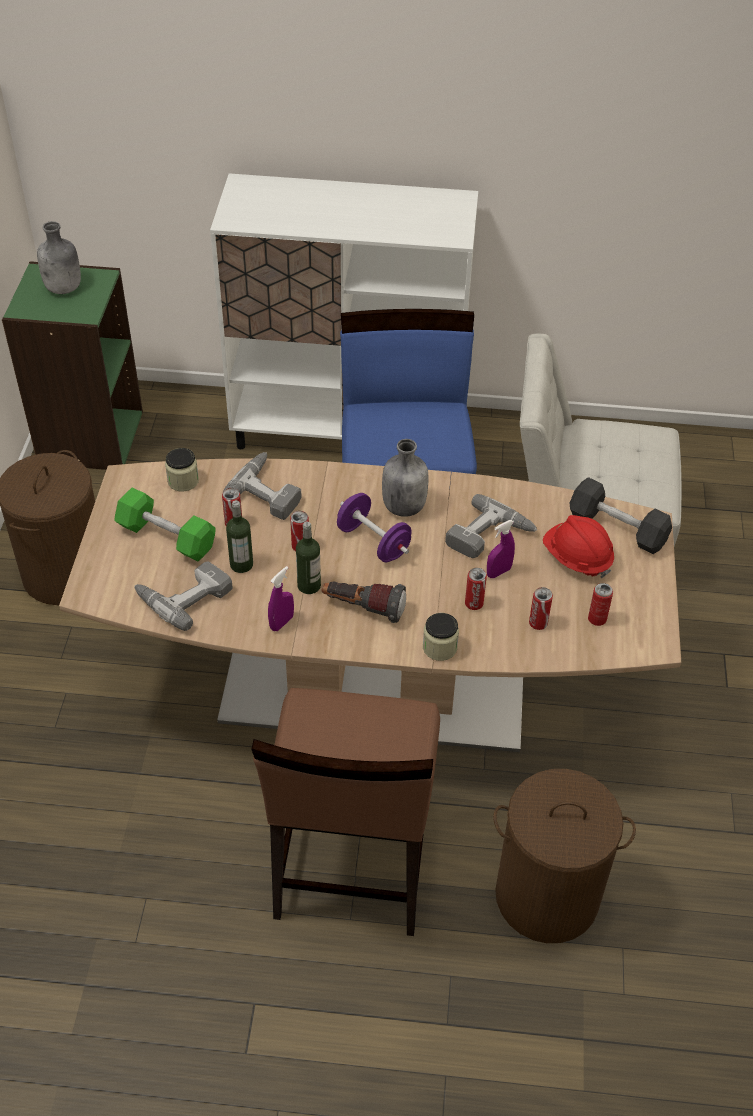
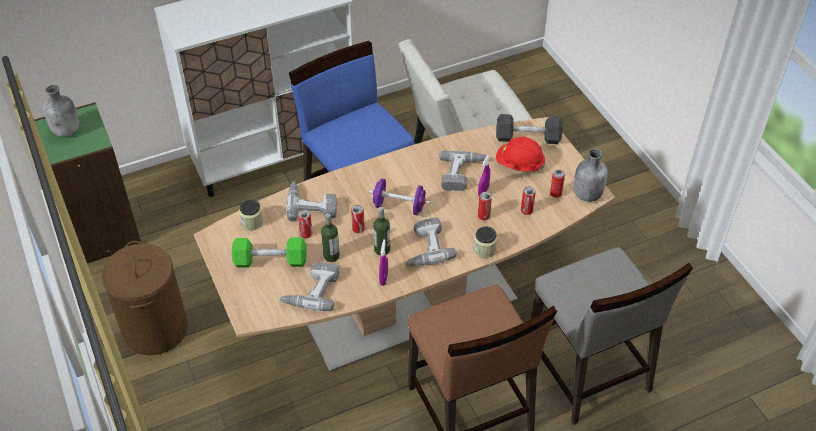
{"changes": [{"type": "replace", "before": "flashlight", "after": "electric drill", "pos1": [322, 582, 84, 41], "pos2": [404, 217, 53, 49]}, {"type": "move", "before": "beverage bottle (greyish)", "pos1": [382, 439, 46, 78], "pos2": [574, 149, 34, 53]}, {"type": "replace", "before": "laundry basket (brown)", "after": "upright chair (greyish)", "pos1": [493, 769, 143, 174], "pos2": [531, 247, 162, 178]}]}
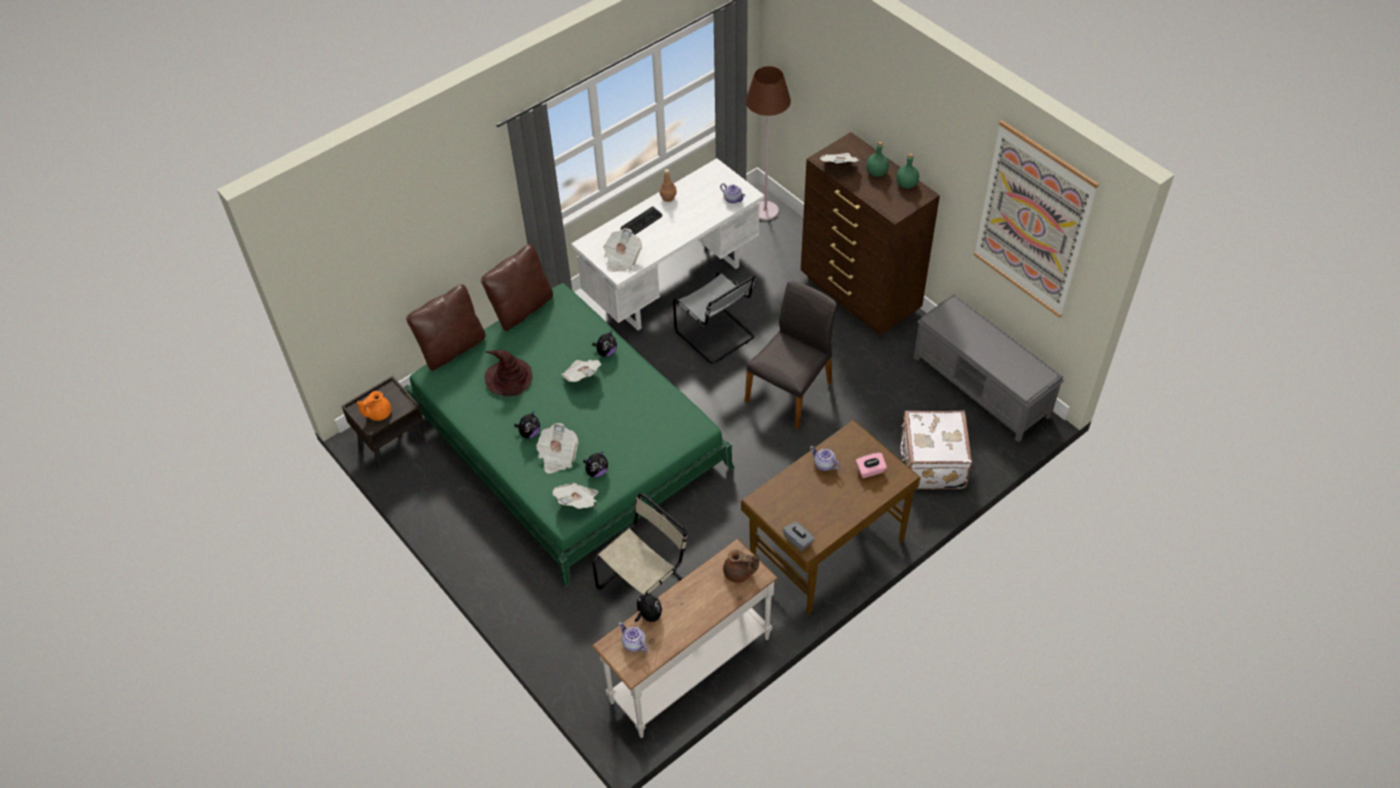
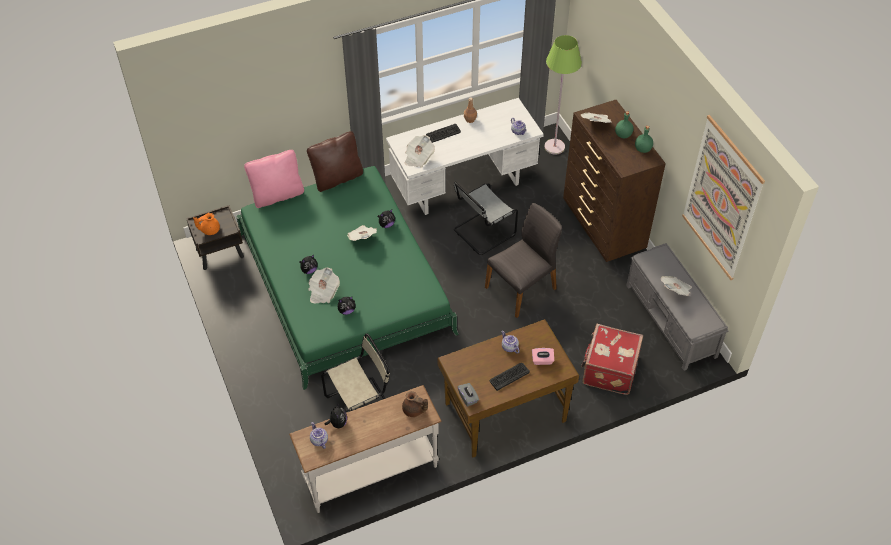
{"changes": [{"type": "recolor", "before": "throw pillow (brown)", "after": "throw pillow (pinkish)", "pos1": [406, 284, 80, 87], "pos2": [244, 150, 60, 58]}, {"type": "delete", "before": "wearable hat (brown)", "pos1": [485, 349, 48, 47]}, {"type": "move", "before": "newspaper", "pos1": [553, 483, 46, 26], "pos2": [661, 276, 31, 20]}, {"type": "rotate", "before": "upright chair (greyish)", "pos1": [673, 272, 83, 92], "pos2": [454, 182, 64, 73], "turn": 75}, {"type": "recolor", "before": "standing lamp (brown)", "after": "standing lamp (green-coloured)", "pos1": [746, 66, 45, 155], "pos2": [545, 35, 37, 120]}, {"type": "recolor", "before": "travel case (white-coloured)", "after": "travel case (red-coloured)", "pos1": [900, 411, 72, 78], "pos2": [581, 324, 62, 71]}, {"type": "insert", "after": "computer keyboard", "pos2": [490, 363, 40, 28]}]}
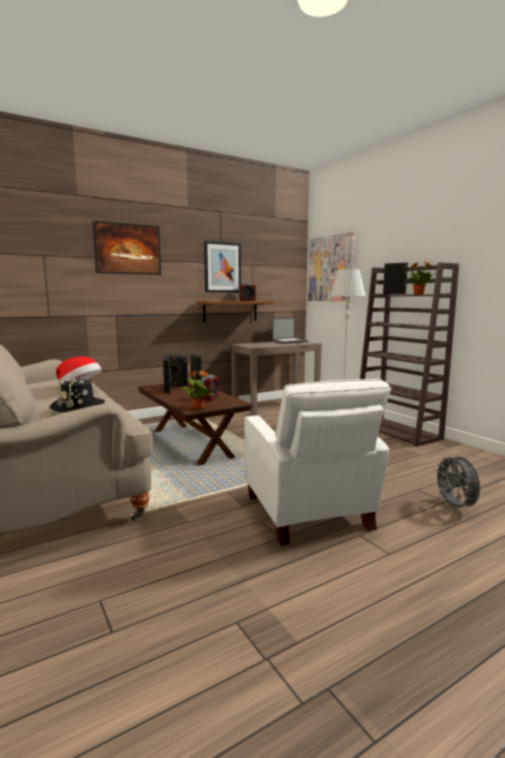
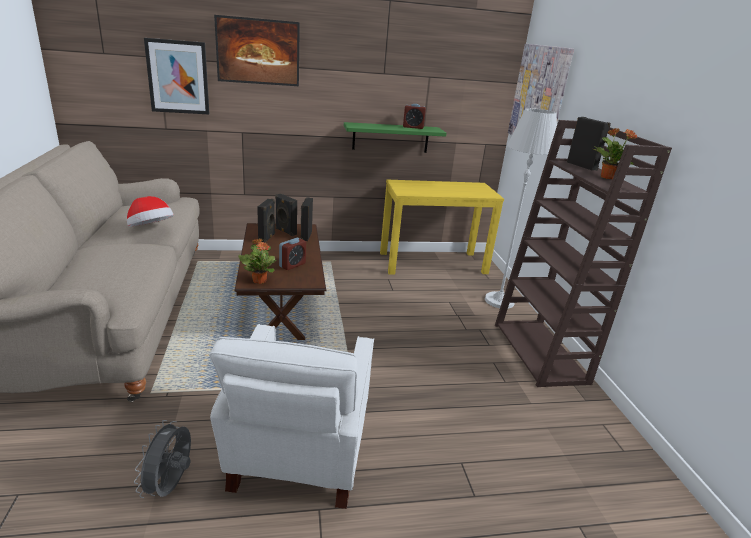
{"changes": [{"type": "delete", "before": "wearable hat (black-coloured)", "pos1": [50, 377, 55, 35]}, {"type": "recolor", "before": "bracket shelf (brown)", "after": "bracket shelf (green-coloured)", "pos1": [196, 301, 78, 22], "pos2": [344, 122, 103, 31]}, {"type": "move", "before": "wall picture", "pos1": [204, 241, 37, 52], "pos2": [144, 38, 65, 76]}, {"type": "recolor", "before": "console table (brown)", "after": "console table (yellowish)", "pos1": [231, 341, 91, 74], "pos2": [380, 179, 124, 95]}, {"type": "delete", "before": "portable computer", "pos1": [272, 318, 36, 26]}, {"type": "move", "before": "cooling fan (greyish)", "pos1": [433, 454, 47, 58], "pos2": [134, 420, 57, 78]}]}
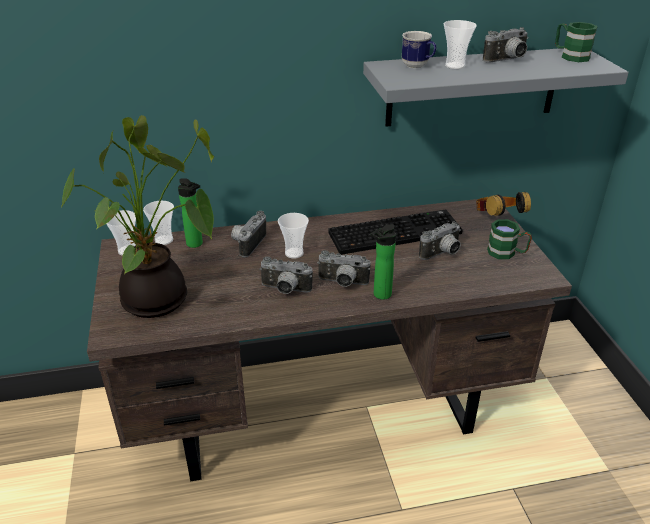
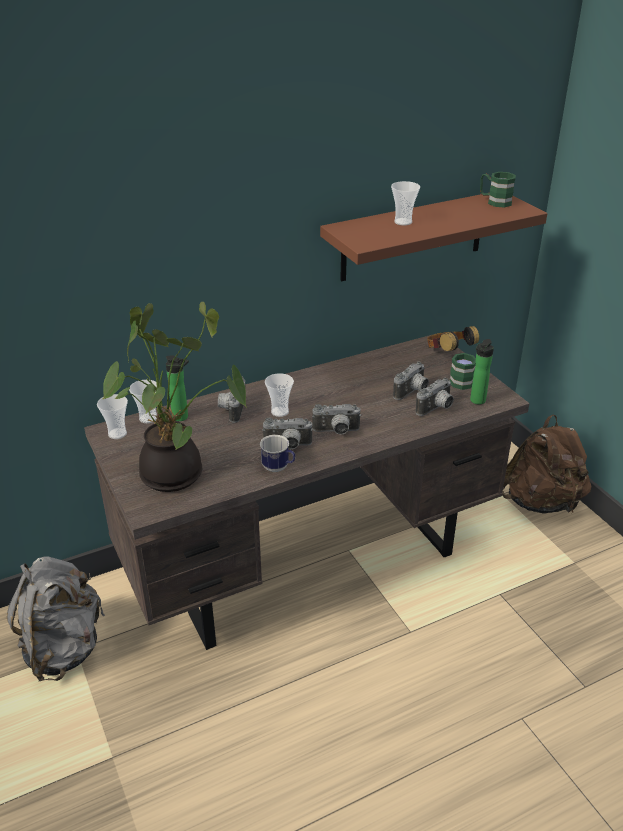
{"changes": [{"type": "delete", "before": "computer keyboard", "pos1": [328, 210, 135, 45]}, {"type": "recolor", "before": "bracket shelf (greyish)", "after": "bracket shelf (brown)", "pos1": [363, 48, 266, 79], "pos2": [320, 194, 227, 88]}, {"type": "move", "before": "beverage bottle", "pos1": [371, 224, 25, 76], "pos2": [470, 339, 24, 65]}, {"type": "move", "before": "coffee mug", "pos1": [402, 31, 34, 37], "pos2": [260, 435, 35, 37]}, {"type": "move", "before": "photo camera", "pos1": [483, 27, 46, 36], "pos2": [416, 378, 38, 38]}, {"type": "insert", "after": "backpack (greyish)", "pos2": [7, 557, 98, 124]}, {"type": "insert", "after": "backpack (brown)", "pos2": [502, 415, 90, 99]}]}
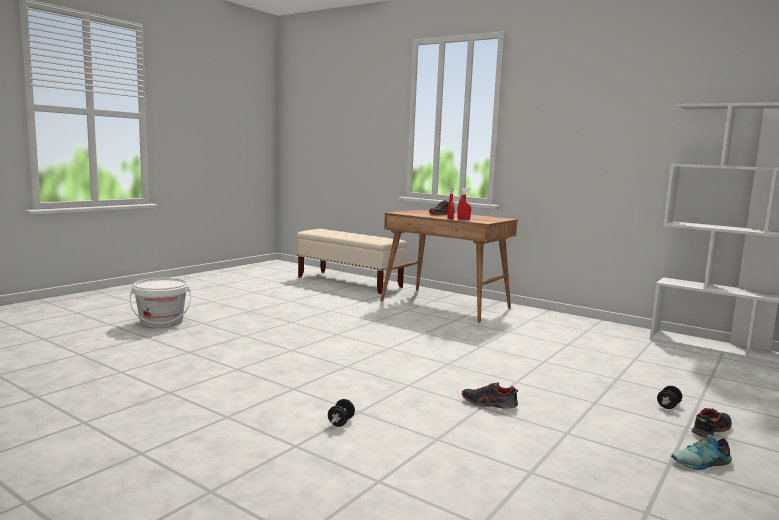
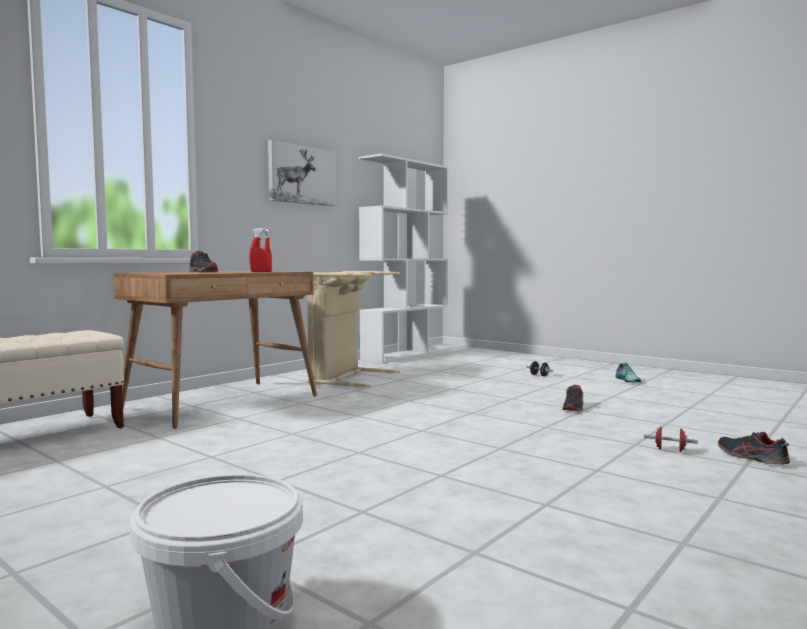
{"changes": [{"type": "recolor", "before": "hand weight (black-coloured)", "after": "hand weight (red-coloured)", "pos1": [328, 399, 27, 28], "pos2": [644, 427, 54, 25]}, {"type": "move", "before": "low shoe", "pos1": [692, 408, 40, 30], "pos2": [718, 432, 72, 33]}, {"type": "insert", "after": "wall picture", "pos2": [268, 140, 68, 66]}, {"type": "insert", "after": "laundry basket (beige)", "pos2": [307, 271, 93, 116]}]}
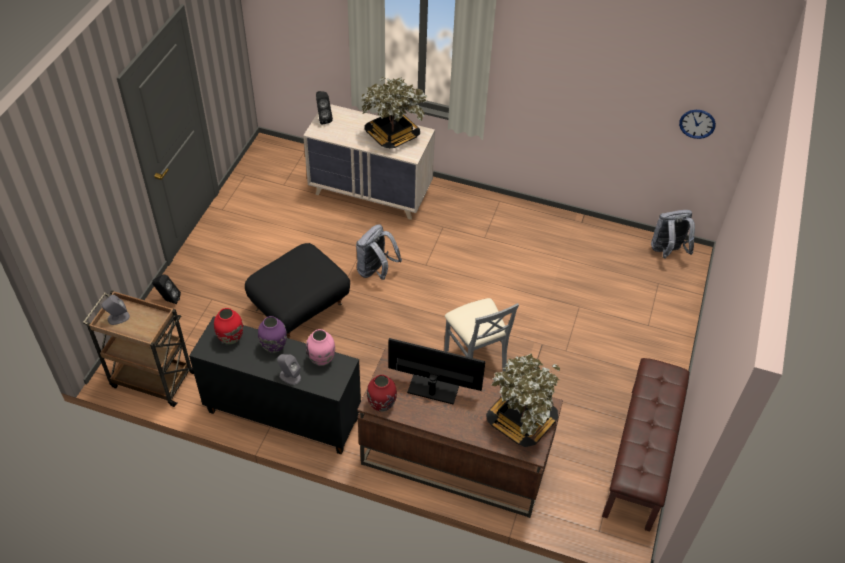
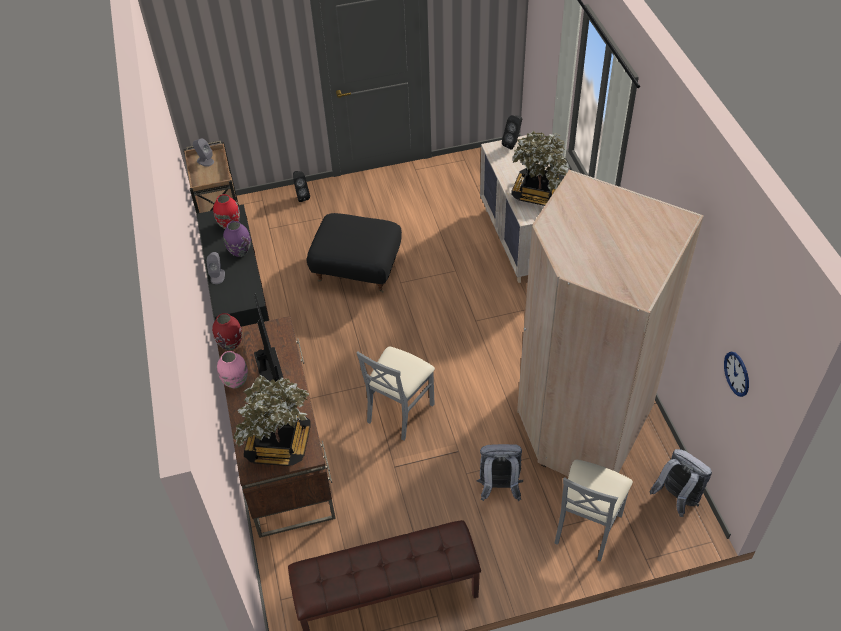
{"changes": [{"type": "move", "before": "decorative vase (pinkish)", "pos1": [306, 329, 29, 37], "pos2": [217, 351, 31, 37]}, {"type": "move", "before": "backpack (greyish)", "pos1": [356, 225, 46, 55], "pos2": [476, 444, 47, 57]}, {"type": "insert", "after": "clothes cupboard (beige)", "pos2": [517, 170, 187, 307]}, {"type": "insert", "after": "upright chair (greyish)", "pos2": [554, 460, 79, 102]}]}
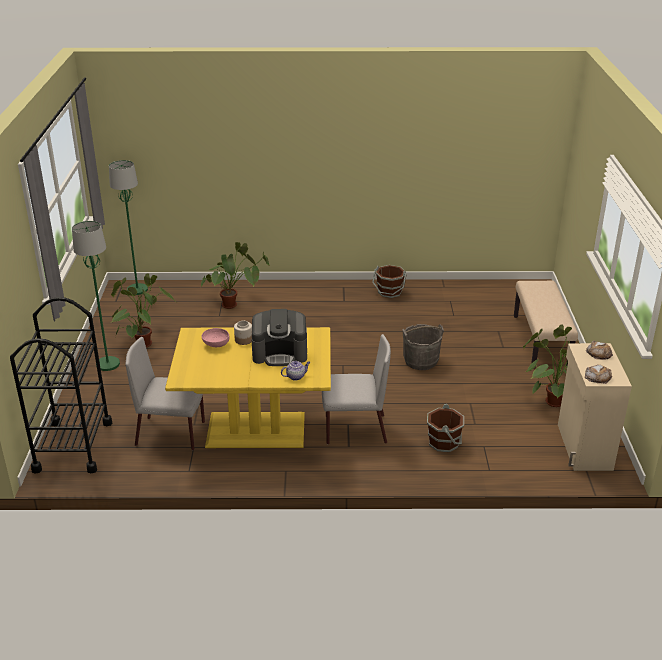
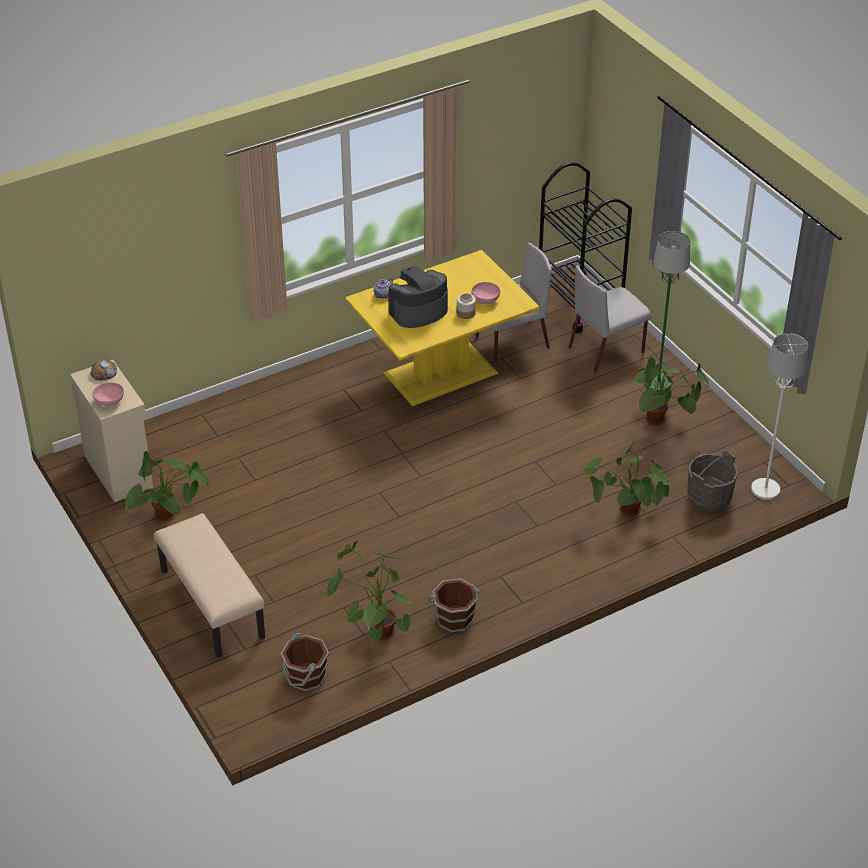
{"changes": [{"type": "recolor", "before": "standing lamp (green-coloured)", "after": "standing lamp (white-coloured)", "pos1": [109, 160, 39, 135], "pos2": [751, 333, 57, 167]}, {"type": "move", "before": "upright chair (greyish)", "pos1": [322, 334, 69, 110], "pos2": [568, 265, 83, 108]}, {"type": "move", "before": "pail (greyish)", "pos1": [402, 324, 42, 46], "pos2": [687, 450, 51, 63]}, {"type": "move", "before": "pail (brown)", "pos1": [427, 404, 37, 48], "pos2": [281, 633, 48, 58]}, {"type": "replace", "before": "bread", "after": "deep dish (pinkish)", "pos1": [586, 341, 27, 19], "pos2": [92, 382, 32, 24]}, {"type": "insert", "after": "potted plant", "pos2": [327, 541, 87, 103]}]}
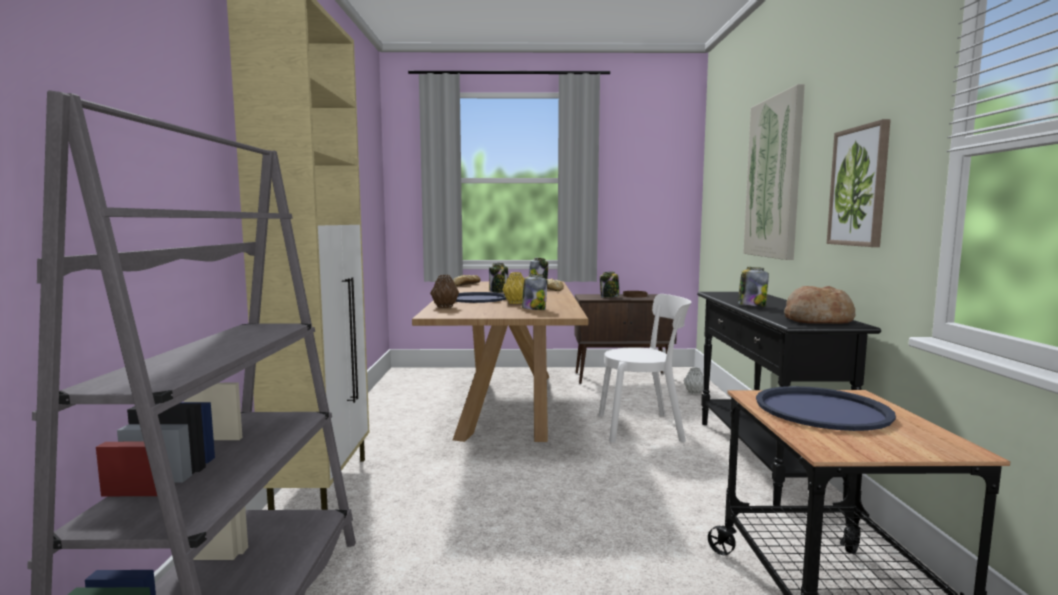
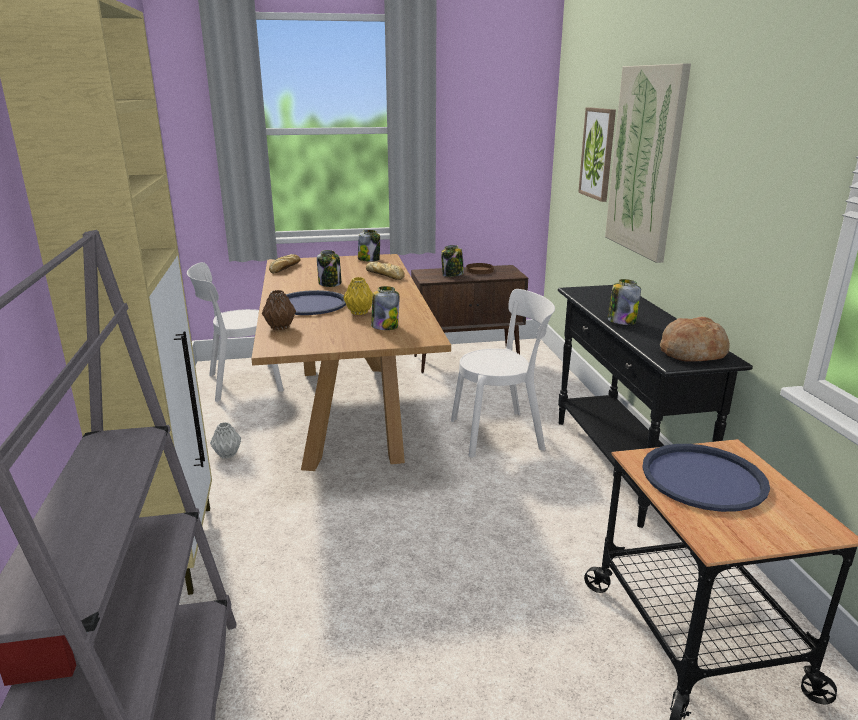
{"changes": [{"type": "move", "before": "decorative vase (greyish)", "pos1": [684, 367, 20, 28], "pos2": [210, 422, 31, 37]}, {"type": "move", "before": "wall picture", "pos1": [827, 119, 64, 128], "pos2": [578, 107, 38, 95]}, {"type": "insert", "after": "upright chair (white-coloured)", "pos2": [187, 262, 97, 140]}]}
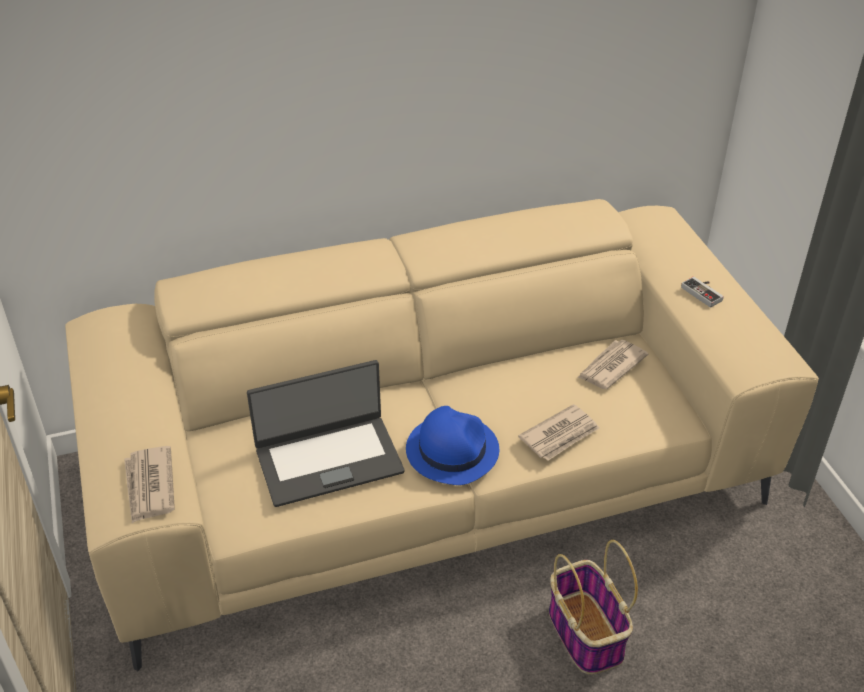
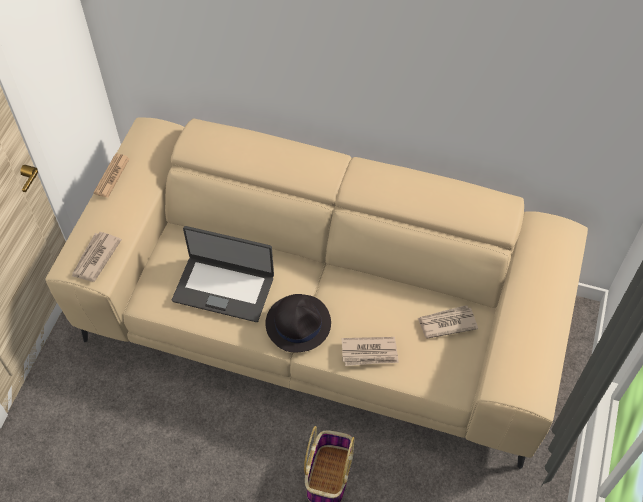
{"changes": [{"type": "recolor", "before": "wearable hat (blue-coloured)", "after": "wearable hat (black-coloured)", "pos1": [406, 406, 93, 79], "pos2": [265, 294, 66, 58]}, {"type": "delete", "before": "gamepad", "pos1": [681, 276, 43, 32]}, {"type": "insert", "after": "newspaper", "pos2": [93, 153, 37, 44]}]}
